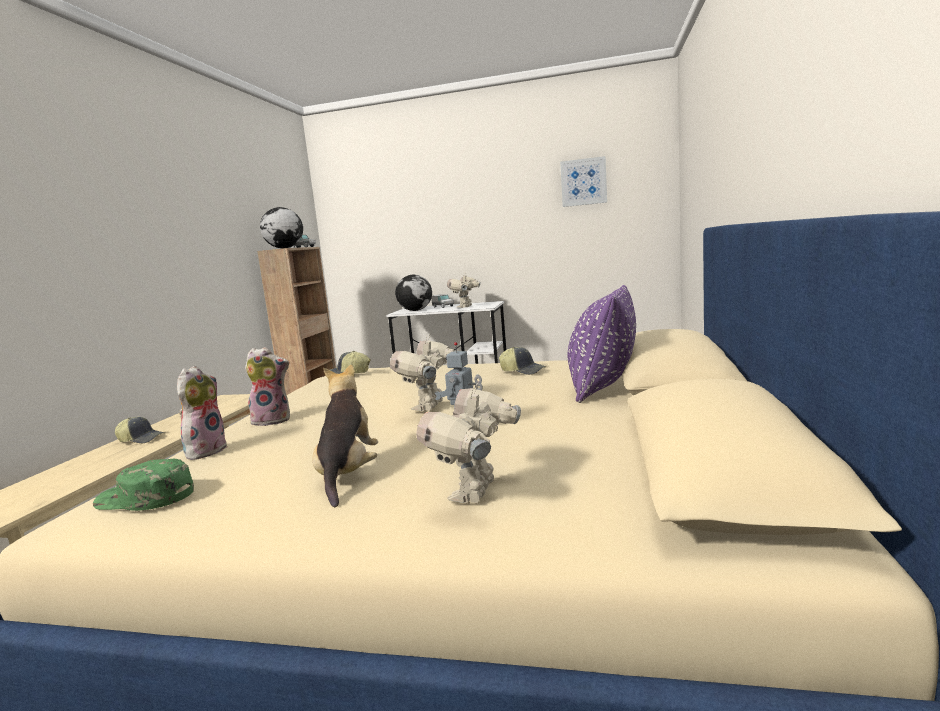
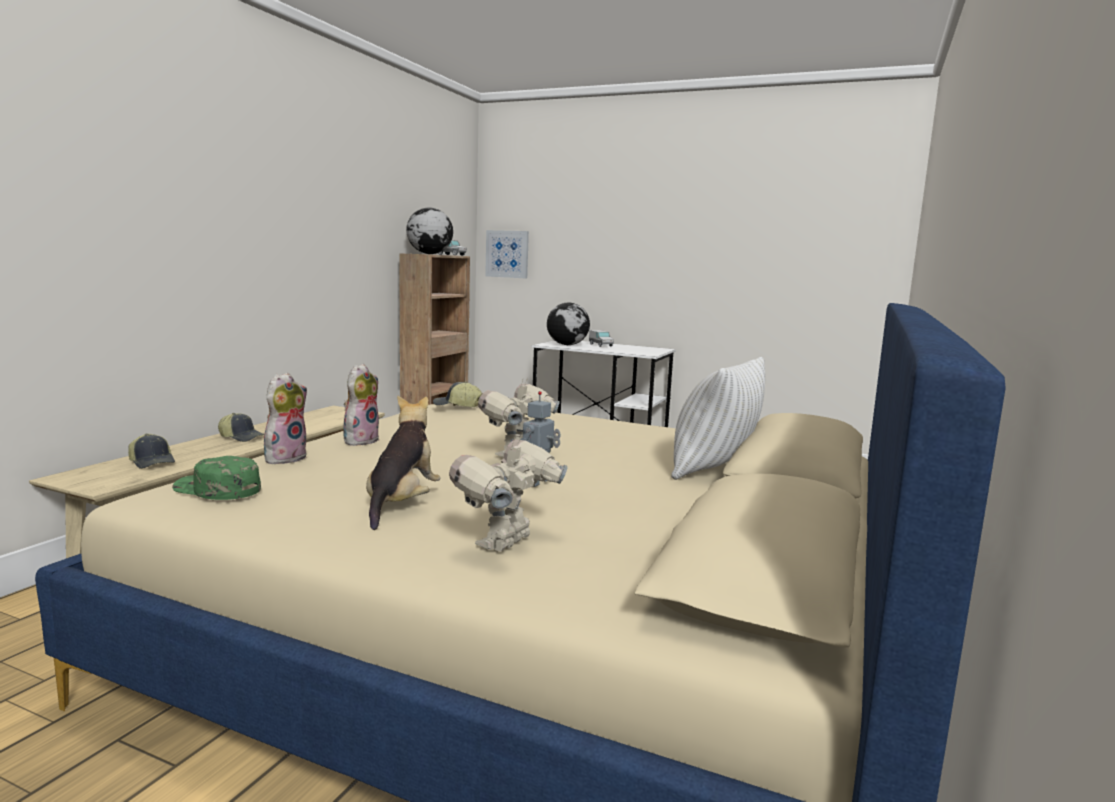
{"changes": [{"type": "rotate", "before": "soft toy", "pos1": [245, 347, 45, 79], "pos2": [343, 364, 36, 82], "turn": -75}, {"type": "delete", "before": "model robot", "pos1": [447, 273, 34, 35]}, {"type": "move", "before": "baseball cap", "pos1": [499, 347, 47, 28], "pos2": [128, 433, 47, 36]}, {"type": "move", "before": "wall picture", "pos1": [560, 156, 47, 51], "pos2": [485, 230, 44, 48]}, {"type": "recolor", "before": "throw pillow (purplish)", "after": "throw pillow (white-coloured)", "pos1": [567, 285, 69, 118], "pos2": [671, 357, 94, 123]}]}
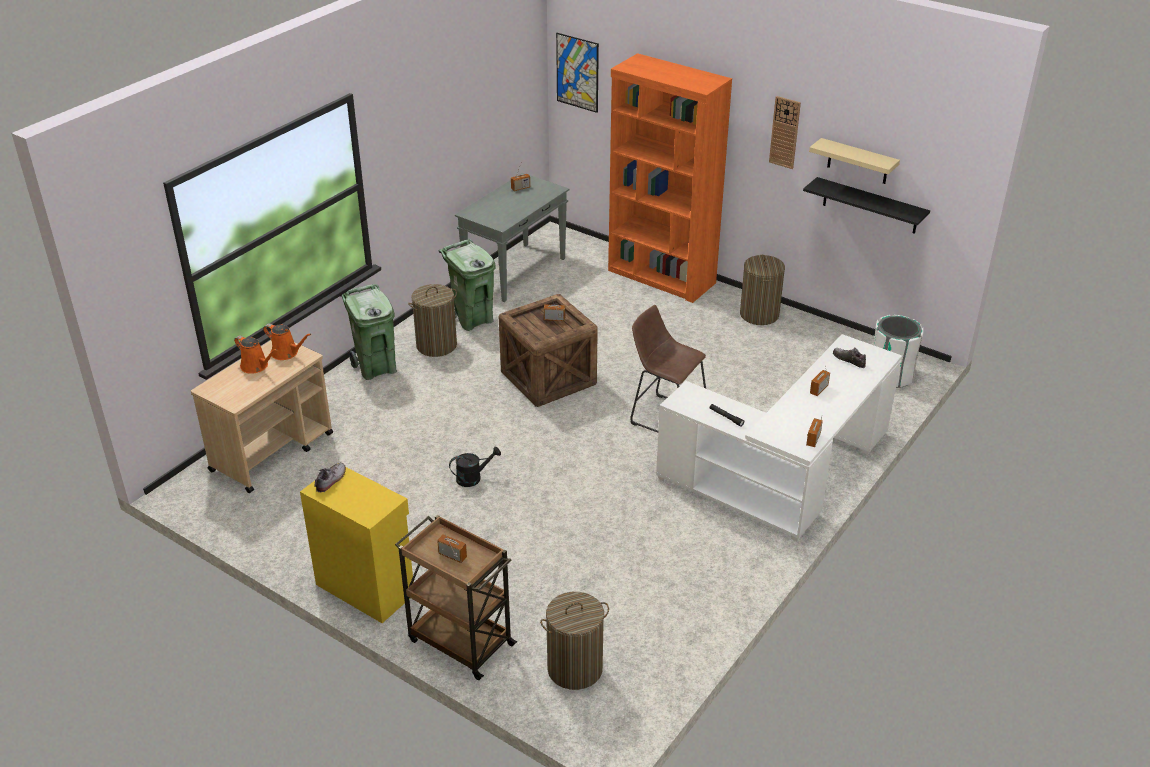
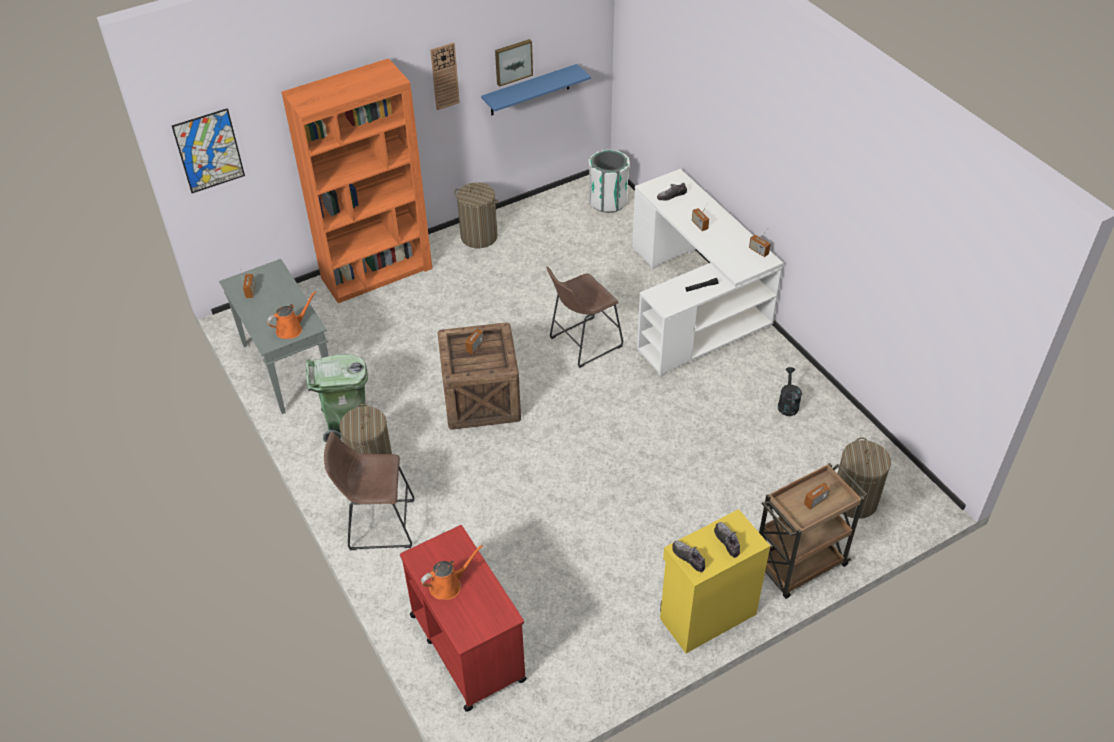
{"changes": [{"type": "recolor", "before": "trolley (beige)", "after": "trolley (red-coloured)", "pos1": [191, 340, 142, 153], "pos2": [400, 525, 127, 187]}, {"type": "move", "before": "watering can (orange-coloured)", "pos1": [263, 324, 48, 36], "pos2": [267, 291, 50, 48]}, {"type": "replace", "before": "rubbish bin (green-coloured)", "after": "sitting stool (brown)", "pos1": [341, 284, 56, 96], "pos2": [324, 432, 90, 118]}, {"type": "move", "before": "watering can (black-coloured)", "pos1": [449, 447, 52, 40], "pos2": [778, 367, 24, 49]}, {"type": "recolor", "before": "bracket shelf (black-coloured)", "after": "bracket shelf (blue-coloured)", "pos1": [803, 177, 127, 57], "pos2": [481, 64, 110, 51]}, {"type": "replace", "before": "bracket shelf (beige)", "after": "wall picture", "pos1": [809, 138, 91, 46], "pos2": [495, 39, 38, 48]}, {"type": "insert", "after": "low shoe", "pos2": [714, 522, 26, 36]}]}
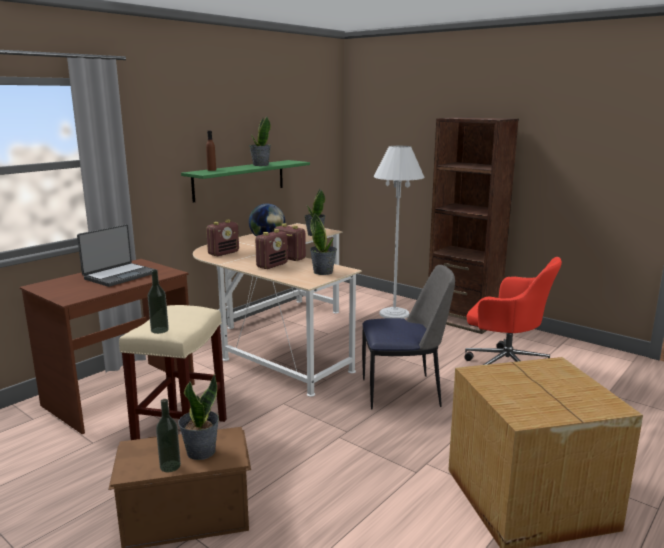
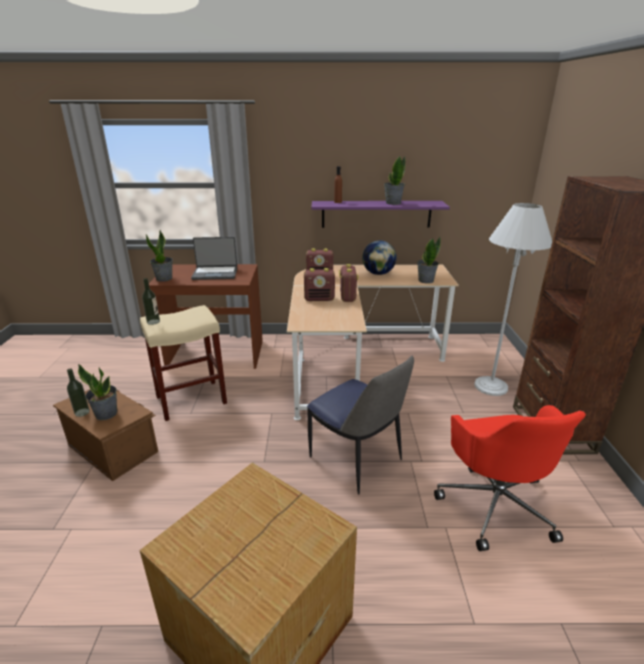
{"changes": [{"type": "recolor", "before": "bracket shelf (green-coloured)", "after": "bracket shelf (purplish)", "pos1": [181, 160, 129, 43], "pos2": [312, 201, 138, 27]}, {"type": "move", "before": "potted plant", "pos1": [310, 213, 27, 62], "pos2": [146, 230, 27, 52]}]}
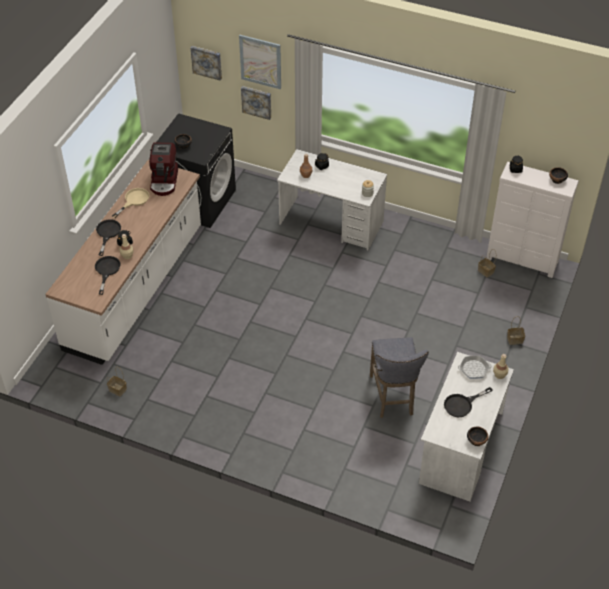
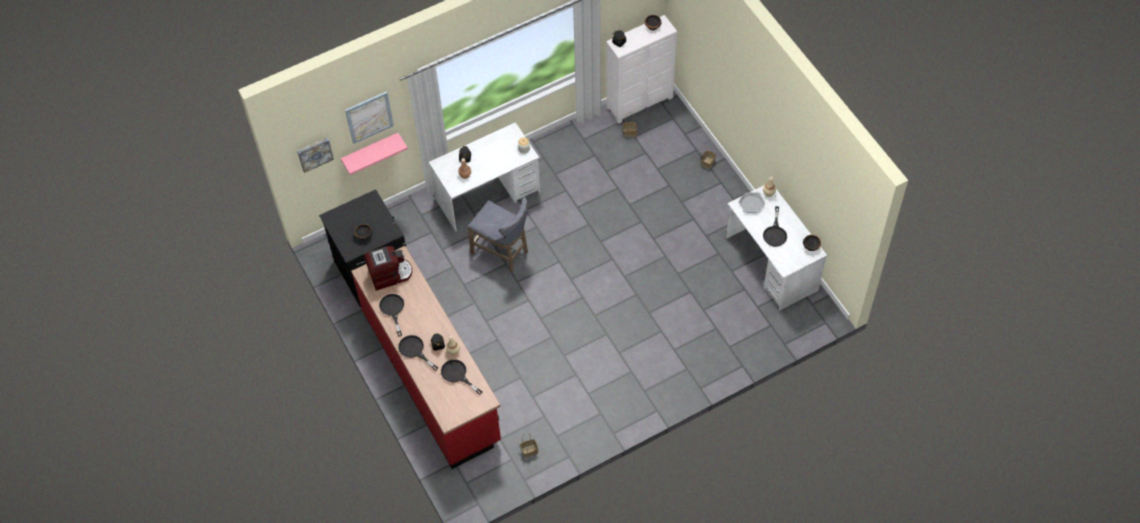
{"changes": [{"type": "recolor", "before": "counter (white-coloured)", "after": "counter (red-coloured)", "pos1": [45, 159, 156, 206], "pos2": [351, 246, 150, 223]}, {"type": "recolor", "before": "pan (beige)", "after": "pan (black-coloured)", "pos1": [112, 188, 37, 30], "pos2": [379, 294, 25, 42]}, {"type": "rotate", "before": "coffee machine", "pos1": [149, 143, 29, 53], "pos2": [364, 246, 48, 45], "turn": -60}, {"type": "replace", "before": "wall picture", "after": "bracket shelf (pinkish)", "pos1": [241, 86, 30, 34], "pos2": [341, 133, 67, 42]}, {"type": "move", "before": "sitting stool (greyish)", "pos1": [370, 337, 59, 81], "pos2": [467, 197, 61, 76]}]}
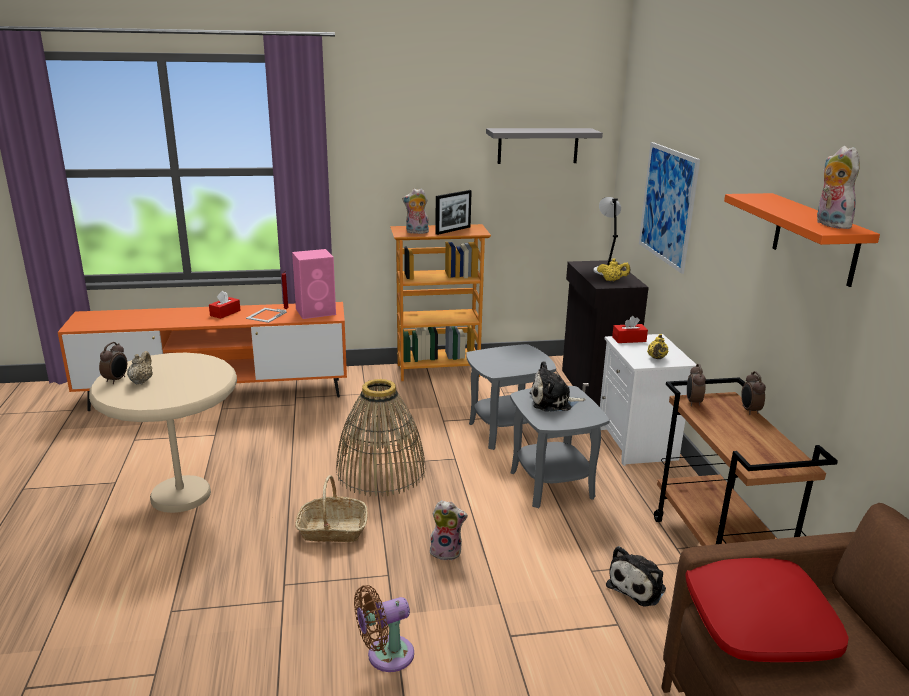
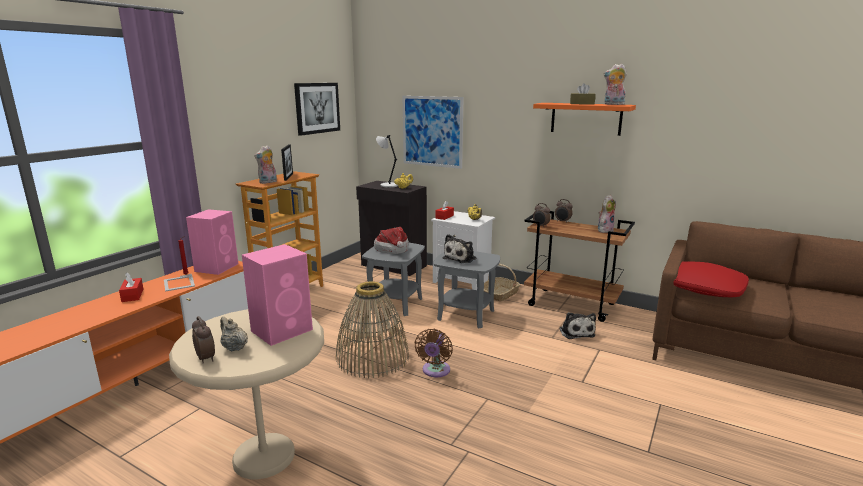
{"changes": [{"type": "move", "before": "household basket", "pos1": [295, 475, 73, 67], "pos2": [484, 264, 37, 37]}, {"type": "move", "before": "cooling fan (brown)", "pos1": [354, 585, 60, 87], "pos2": [415, 329, 38, 48]}, {"type": "move", "before": "soft toy", "pos1": [430, 500, 38, 60], "pos2": [598, 195, 18, 38]}, {"type": "replace", "before": "bracket shelf (greyish)", "after": "wall picture", "pos1": [486, 128, 117, 36], "pos2": [294, 83, 46, 53]}, {"type": "insert", "after": "audio speaker (pinkish)", "pos2": [242, 244, 71, 102]}, {"type": "insert", "after": "wearable hat", "pos2": [374, 227, 35, 27]}, {"type": "insert", "after": "box of tissues (brown)", "pos2": [570, 83, 26, 22]}]}
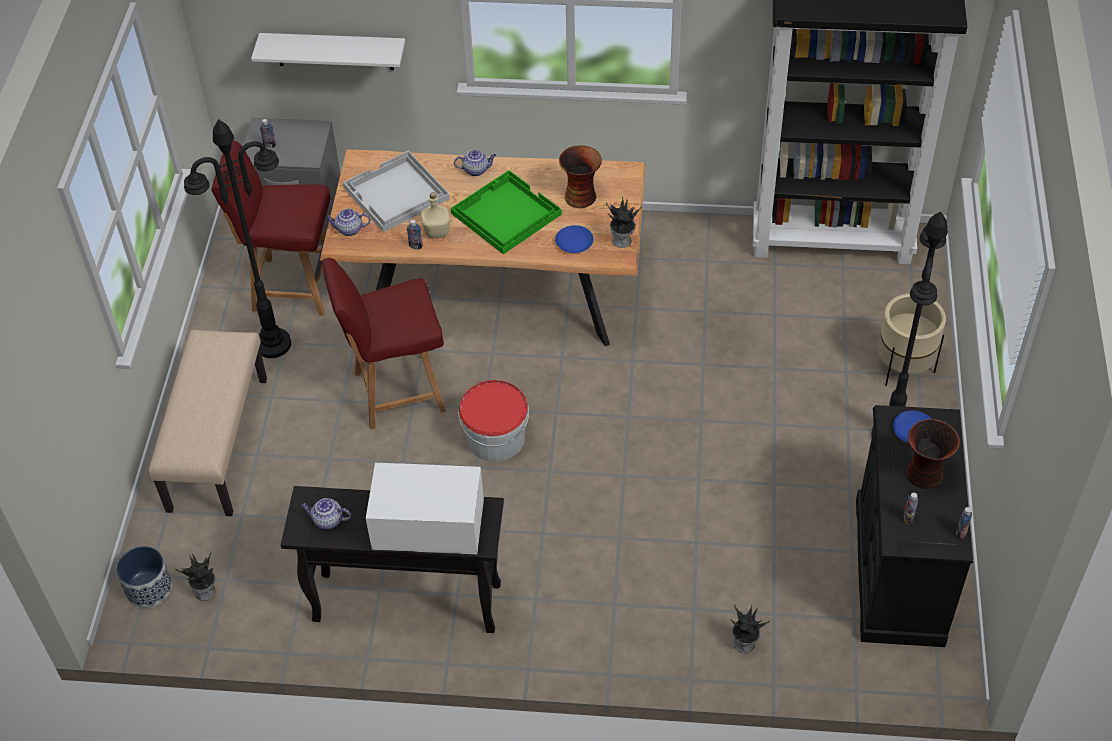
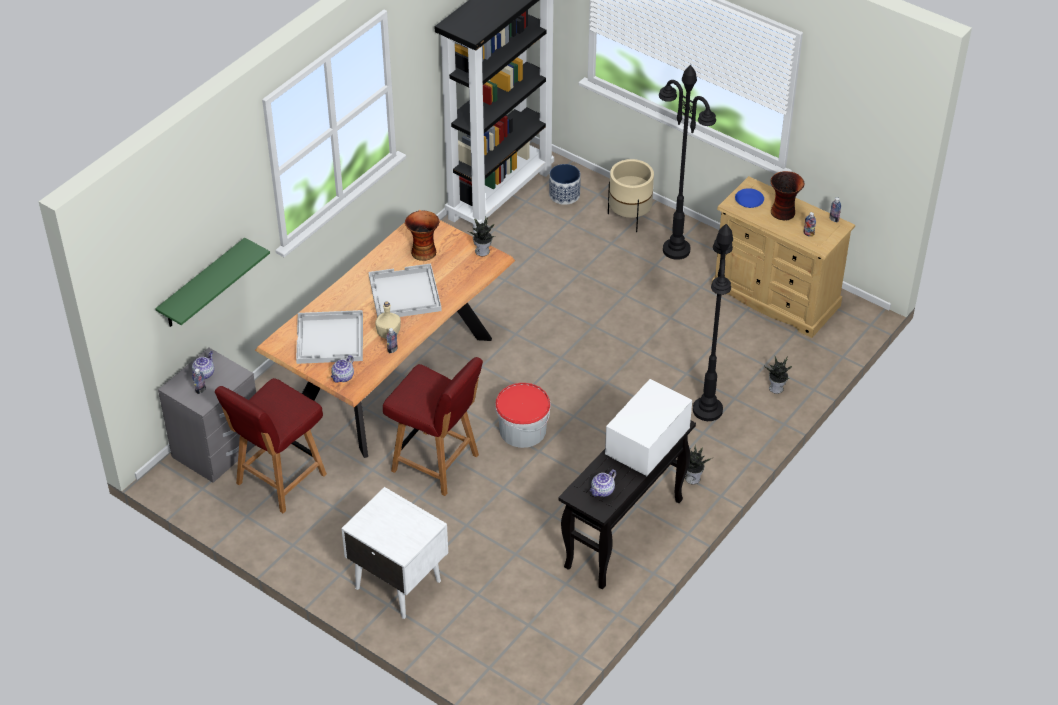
{"changes": [{"type": "move", "before": "plant pot", "pos1": [116, 546, 56, 62], "pos2": [549, 164, 32, 41]}, {"type": "replace", "before": "indoor bench (beige)", "after": "night table (white-coloured)", "pos1": [148, 330, 119, 186], "pos2": [341, 487, 107, 132]}, {"type": "move", "before": "potted plant", "pos1": [176, 551, 39, 50], "pos2": [685, 444, 27, 41]}, {"type": "move", "before": "standing lamp (black-coloured)", "pos1": [184, 119, 107, 239], "pos2": [693, 224, 40, 197]}, {"type": "recolor", "before": "bracket shelf (white-coloured)", "after": "bracket shelf (green-coloured)", "pos1": [251, 33, 154, 37], "pos2": [155, 238, 115, 89]}, {"type": "rotate", "before": "upright chair (red-coloured)", "pos1": [322, 258, 124, 171], "pos2": [383, 357, 100, 139], "turn": -75}, {"type": "recolor", "before": "tray (green-coloured)", "after": "tray (white-coloured)", "pos1": [451, 170, 111, 84], "pos2": [369, 263, 73, 54]}, {"type": "move", "before": "teapot", "pos1": [454, 150, 42, 26], "pos2": [192, 351, 22, 29]}, {"type": "delete", "before": "flat dish (blue-coloured)", "pos1": [555, 225, 39, 28]}, {"type": "recolor", "before": "drawer chest (black-coloured)", "after": "drawer chest (beige)", "pos1": [856, 405, 117, 242], "pos2": [712, 176, 143, 162]}]}
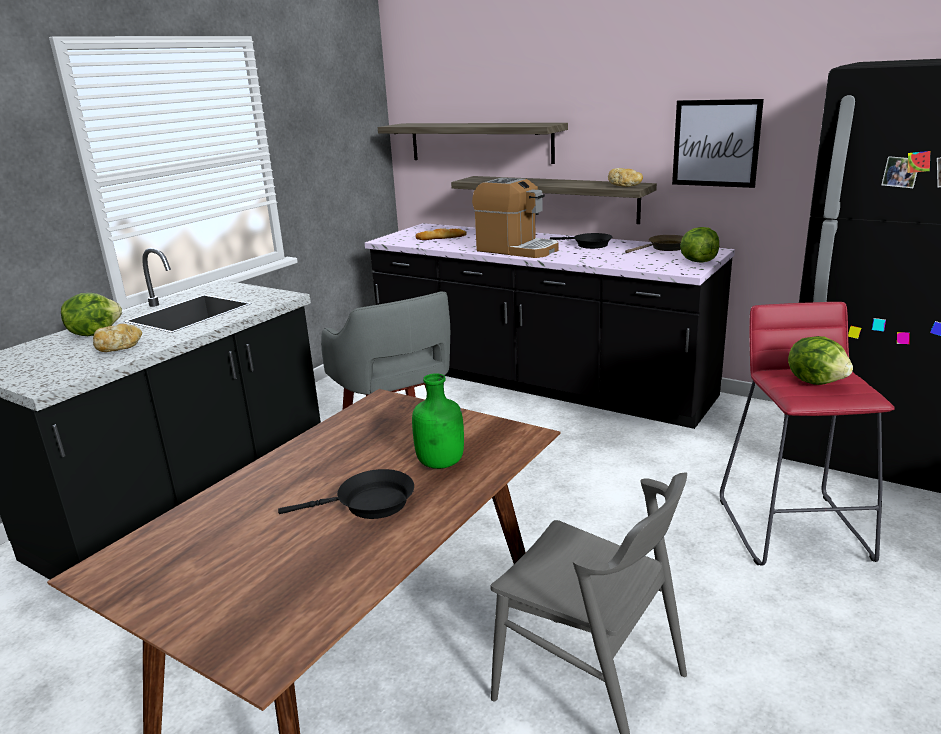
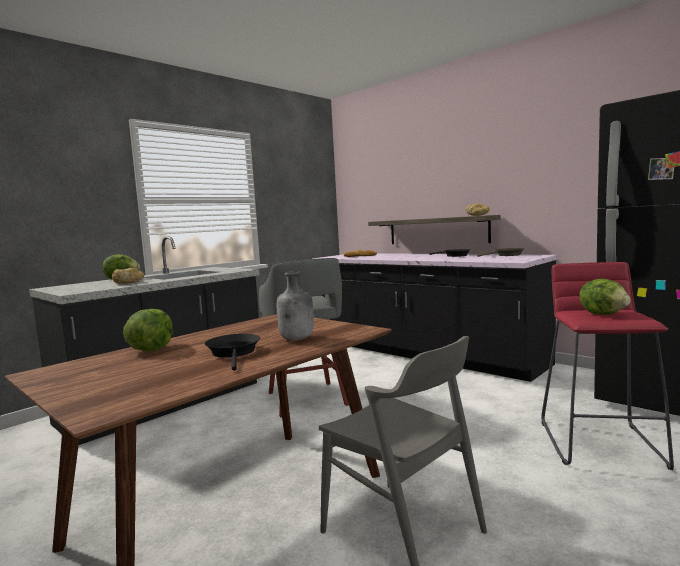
{"changes": [{"type": "rotate", "before": "pan (black-coloured)", "pos1": [278, 469, 136, 50], "pos2": [205, 334, 55, 37], "turn": -105}, {"type": "delete", "before": "bracket shelf", "pos1": [378, 123, 190, 41]}, {"type": "recolor", "before": "beverage bottle (green-coloured)", "after": "beverage bottle (greyish)", "pos1": [412, 373, 52, 96], "pos2": [277, 271, 37, 69]}, {"type": "delete", "before": "coffee machine", "pos1": [472, 178, 86, 80]}, {"type": "delete", "before": "wall picture", "pos1": [672, 99, 92, 89]}, {"type": "move", "before": "lettuce", "pos1": [680, 227, 39, 36], "pos2": [123, 309, 50, 42]}]}
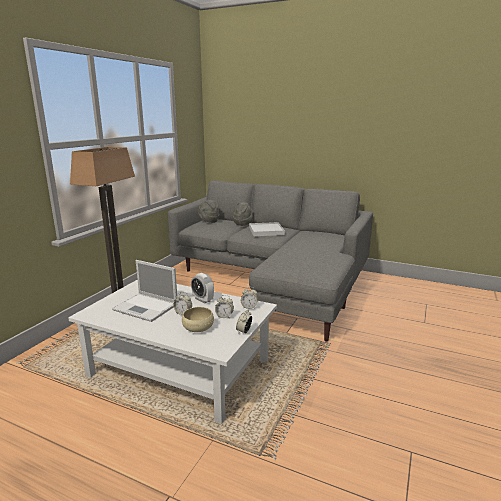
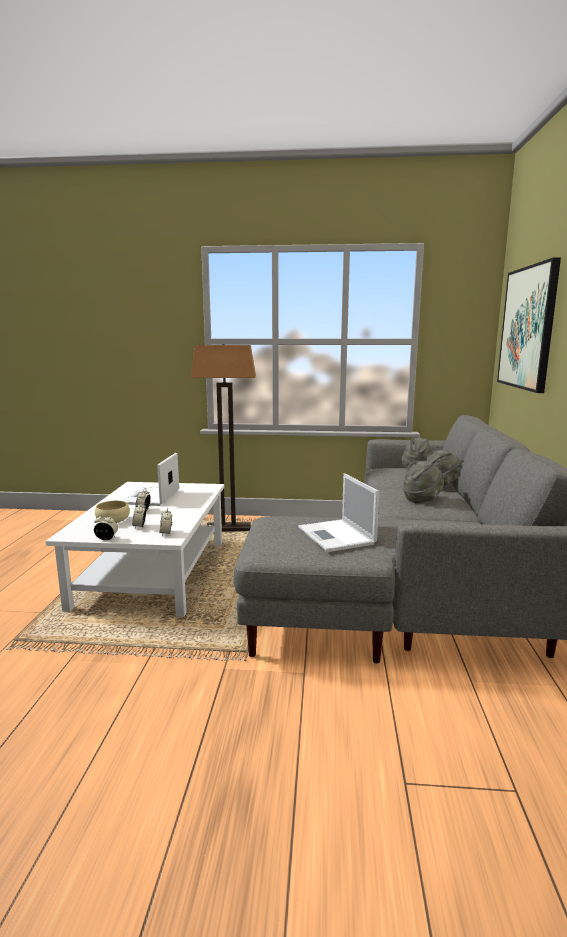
{"changes": [{"type": "delete", "before": "table clock", "pos1": [191, 273, 23, 30]}, {"type": "replace", "before": "tray (white-coloured)", "after": "wearable hat (greyish)", "pos1": [249, 222, 36, 14], "pos2": [403, 461, 41, 42]}, {"type": "insert", "after": "portable computer", "pos2": [298, 473, 81, 79]}, {"type": "insert", "after": "wall picture", "pos2": [497, 257, 64, 136]}]}
